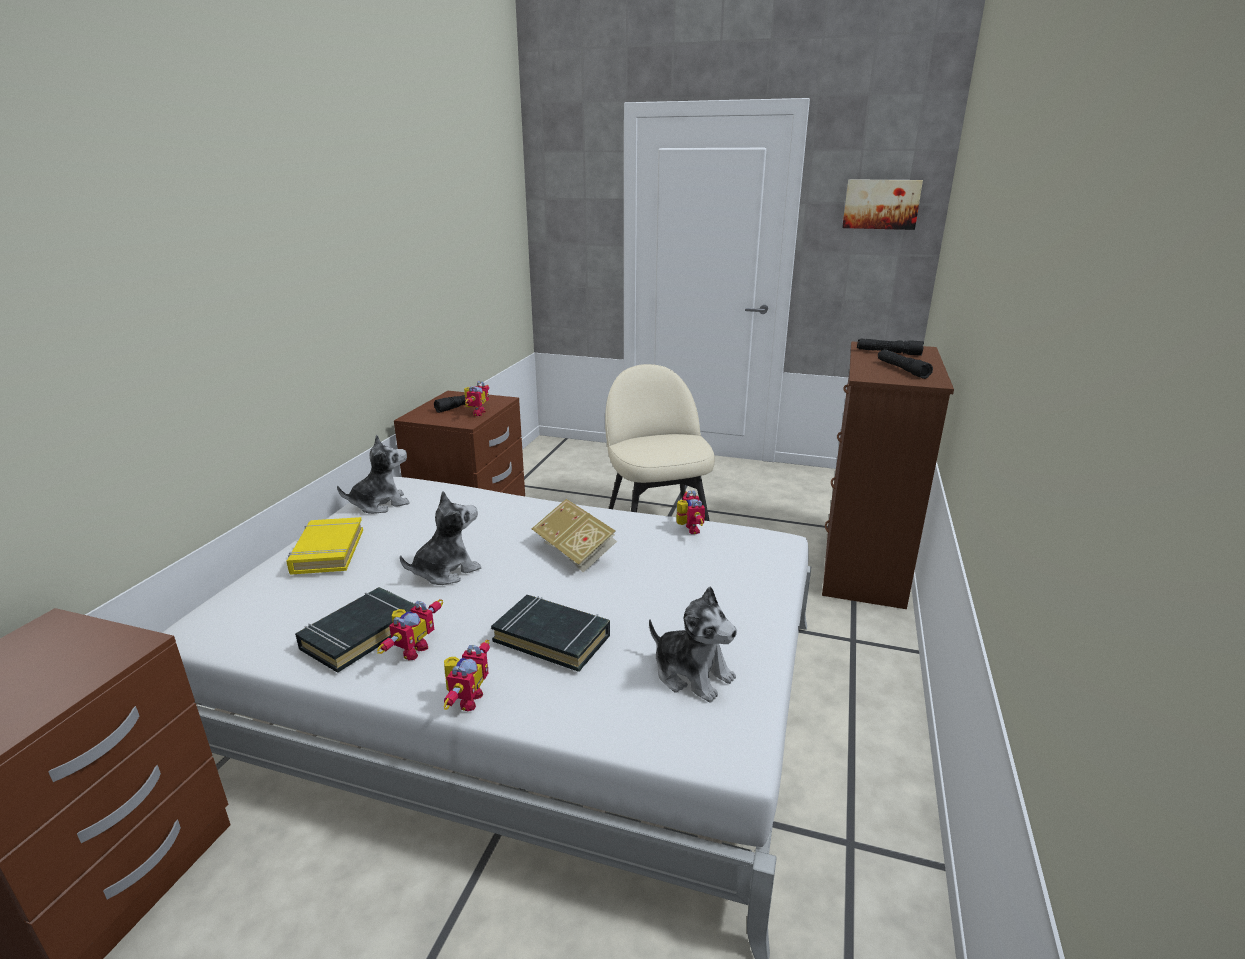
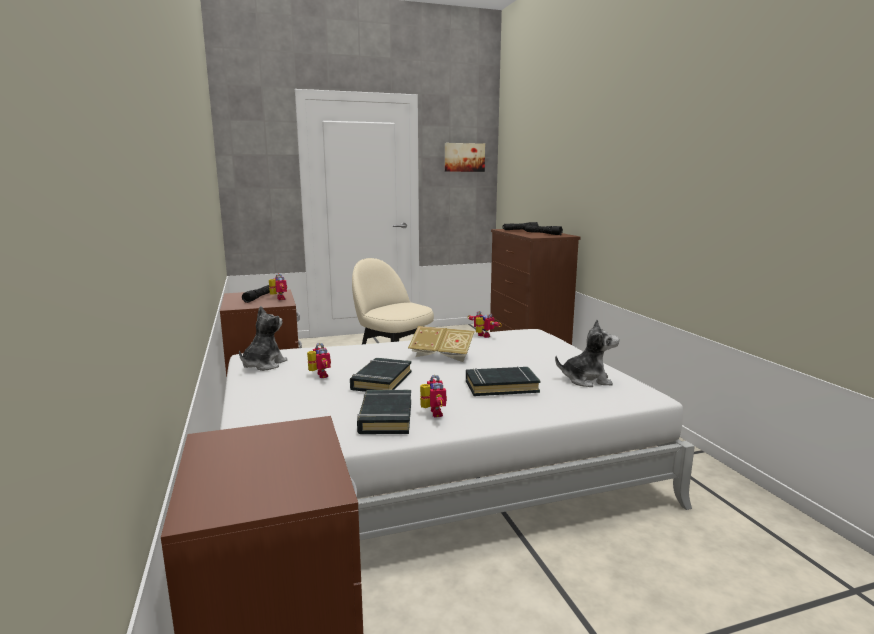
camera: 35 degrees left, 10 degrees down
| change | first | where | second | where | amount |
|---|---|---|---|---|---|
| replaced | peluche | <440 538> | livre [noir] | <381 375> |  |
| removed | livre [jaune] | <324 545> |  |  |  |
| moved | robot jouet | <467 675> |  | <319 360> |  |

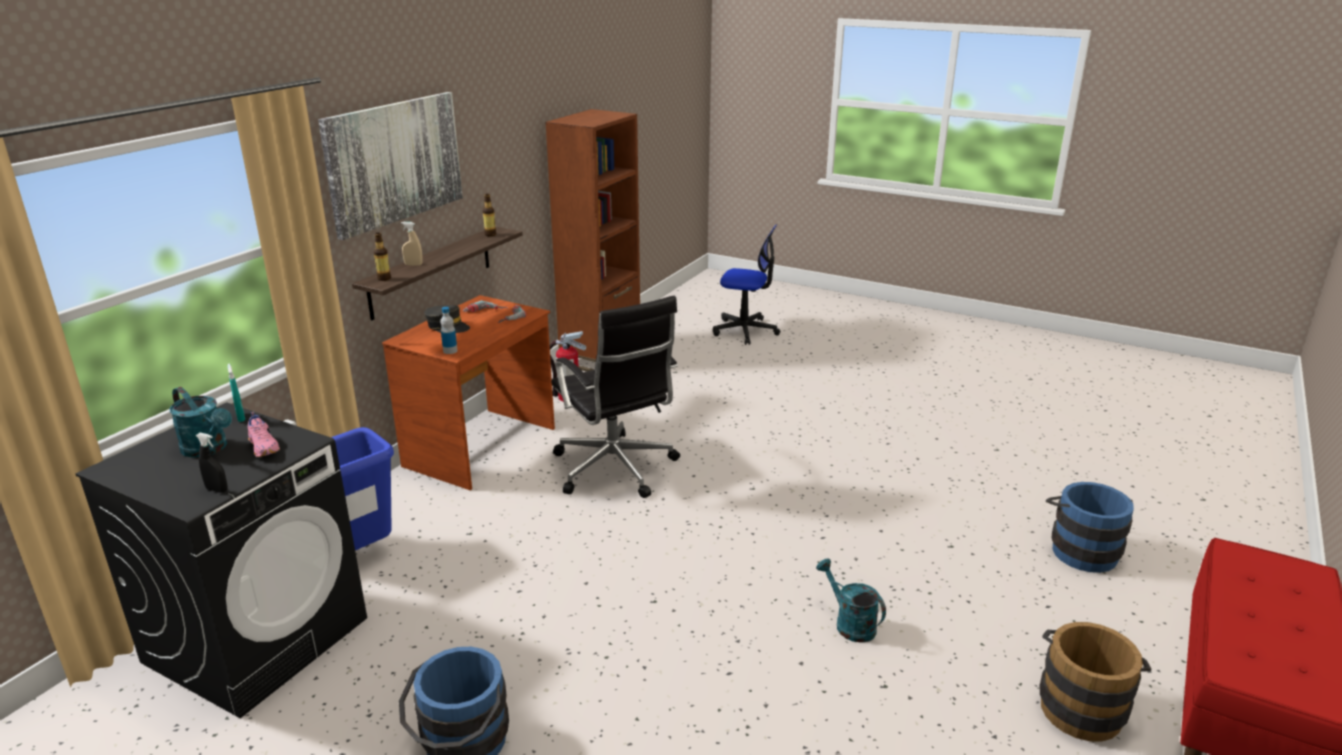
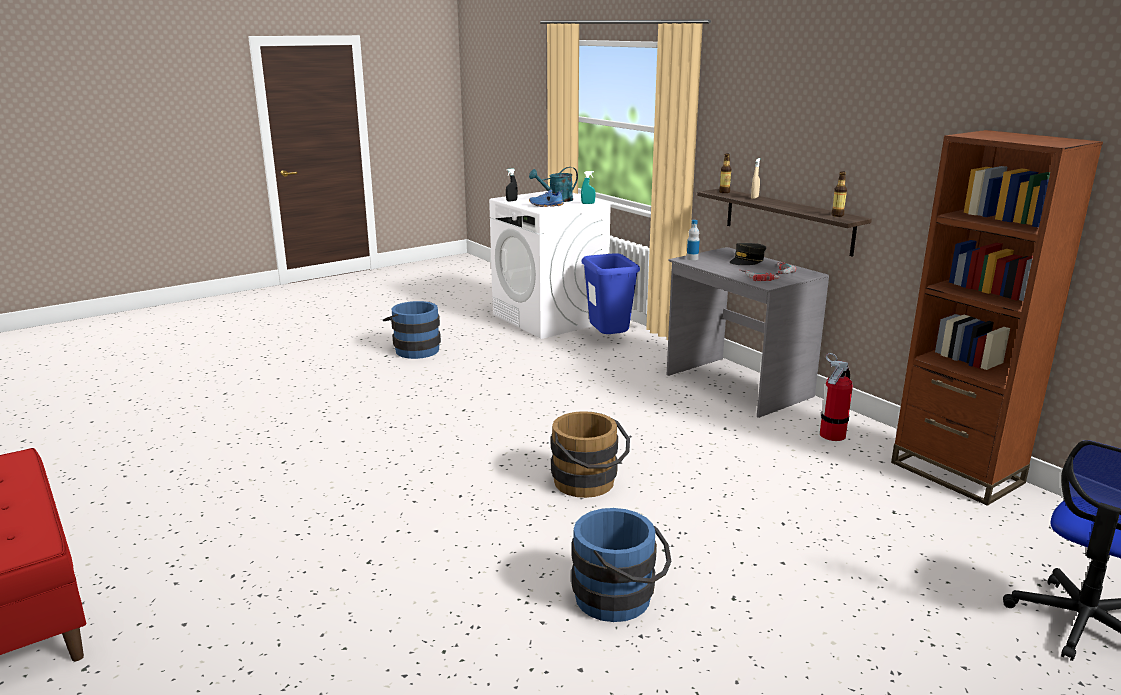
camera: 115 degrees right, 5 degrees down
| change | first | where | second | where | amount |
|---|---|---|---|---|---|
| removed | tableau | <390 166> |  |  |  |
| recoloured | bureau [marron] | <468 392> | bureau [gris] | <748 332> |  |
| removed | chaise de bureau [noir] | <615 397> |  |  |  |
| recoloured | lave-linge [noir] | <221 560> | lave-linge [blanc] | <551 265> |  |
| recoloured | chaussure [rose] | <264 434> | chaussure [bleu] | <546 198> |  |
| moved | seau [bleu] | <1090 527> |  | <621 565> |  |
| removed | arrosoir [turquoise] | <851 601> |  |  |  |
| moved | seau [marron] | <1096 682> |  | <590 454> |  |

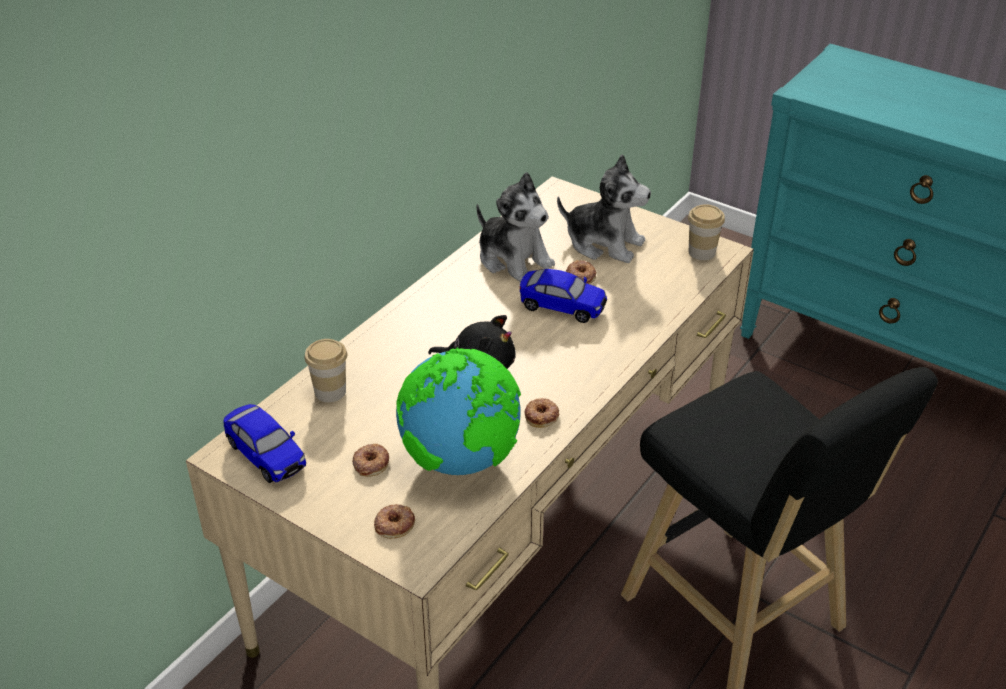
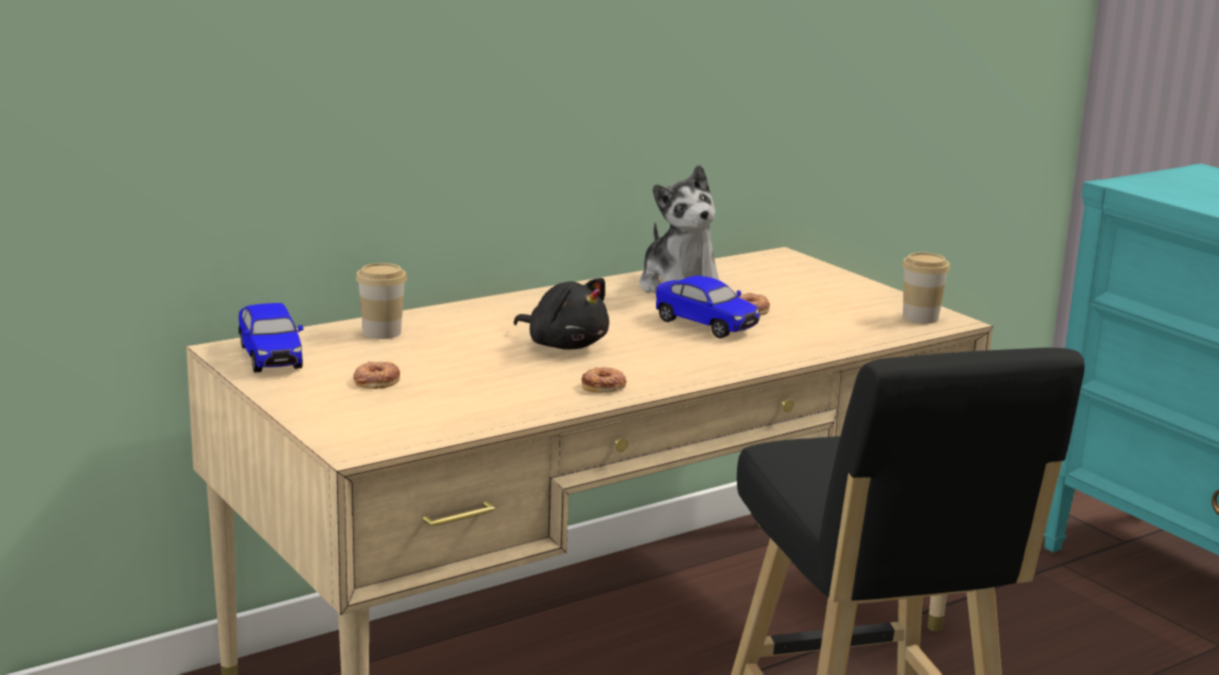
camera: 20 degrees right, 20 degrees down
| change | first | where | second | where | amount |
|---|---|---|---|---|---|
| removed | peluche | <604 208> |  |  |  |
| removed | globe | <458 411> |  |  |  |
| removed | beignet | <394 521> |  |  |  |

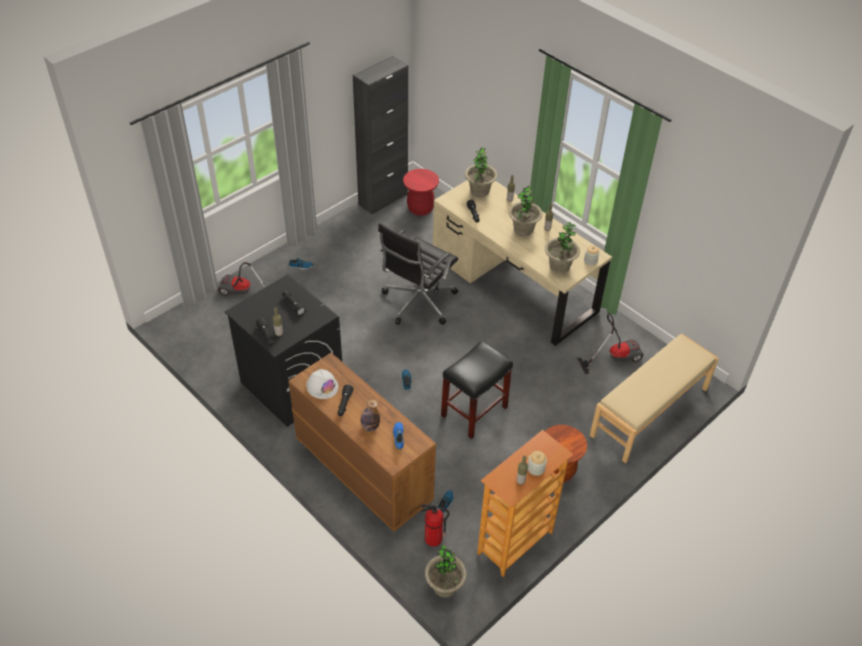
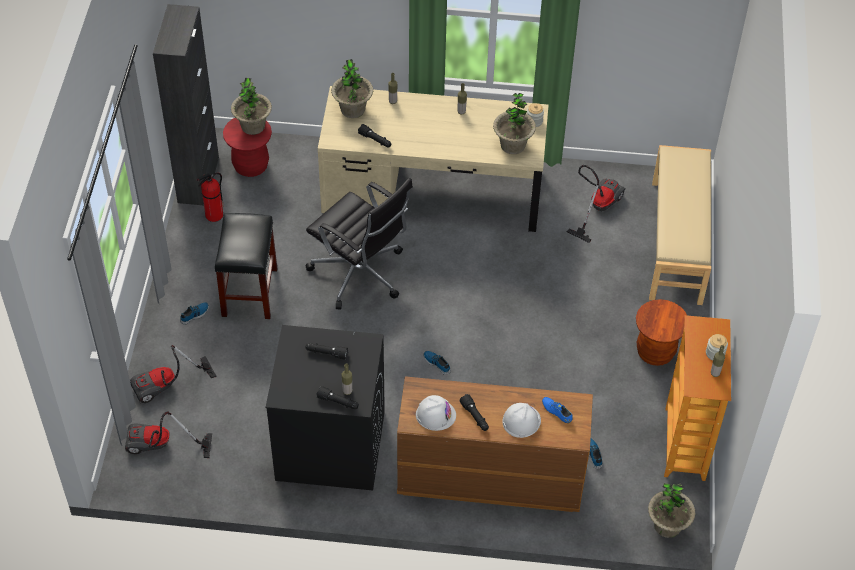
camera: 40 degrees left, 5 degrees up
| change | first | where | second | where | amount |
|---|---|---|---|---|---|
| moved | plante en pot | <526 210> |  | <251 106> |  |
| turned | chaise de bureau [noir] | <418 274> |  | <359 244> | 45 degrees counterclockwise |
| moved | tabouret [noir] | <477 389> |  | <246 266> |  |
| replaced | bouteille | <370 415> | casque de chantier [blanc] | <522 420> |  |
| moved | extincteur | <435 525> |  | <210 197> |  |
| added |  |  | aspirateur | <168 435> |  |

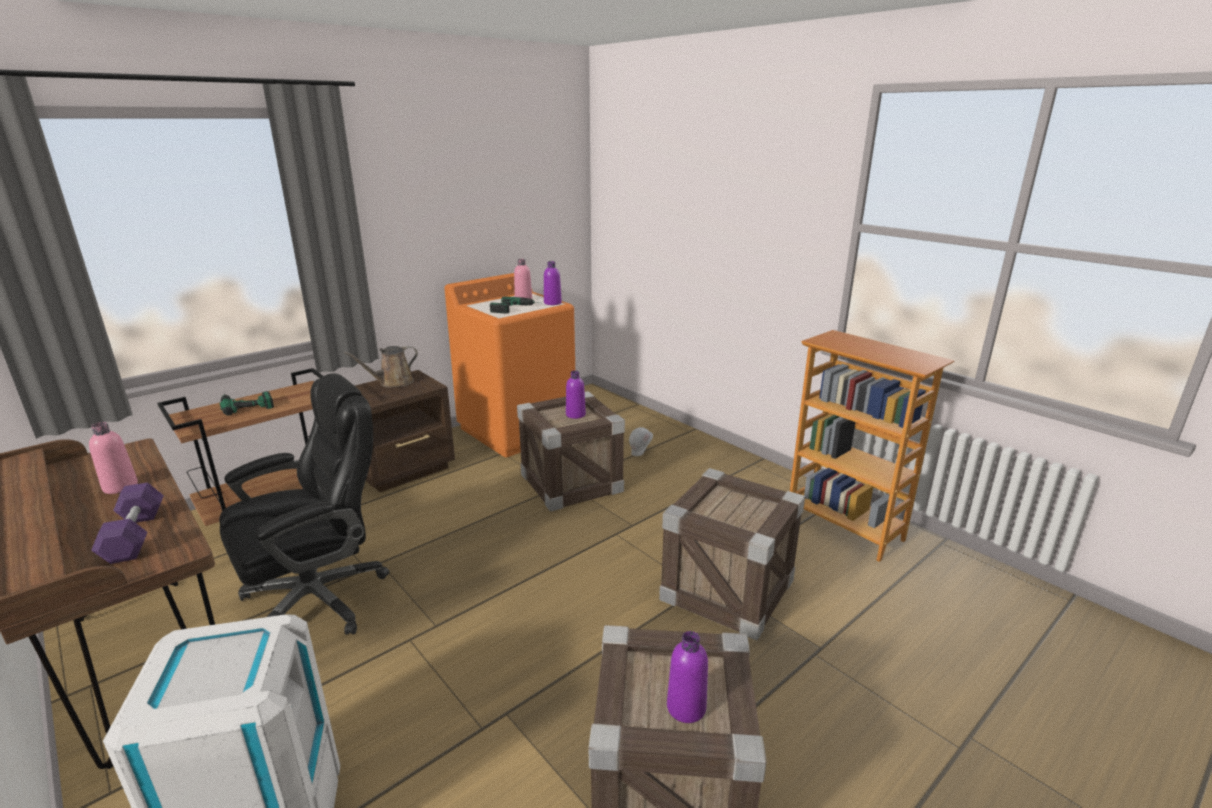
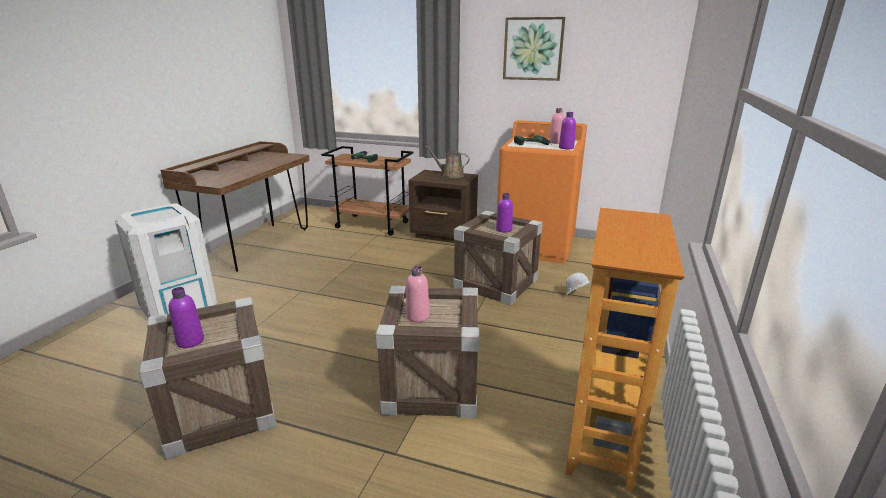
camera: 60 degrees right, 0 degrees up
| change | first | where | second | where | amount |
|---|---|---|---|---|---|
| removed | chaise de bureau [noir] | <304 504> |  |  |  |
| moved | bouteille [rose] | <113 458> |  | <417 294> |  |
| removed | haltère [violet] | <127 523> |  |  |  |
| added |  |  | tableau | <534 49> |  |

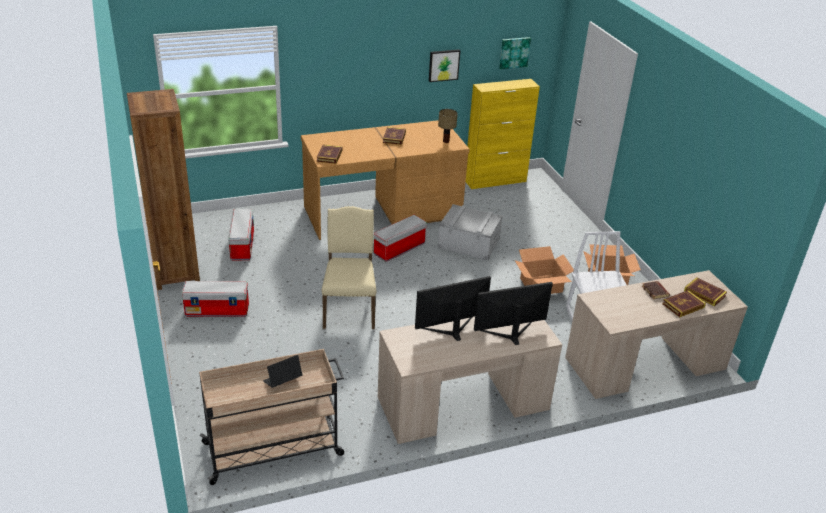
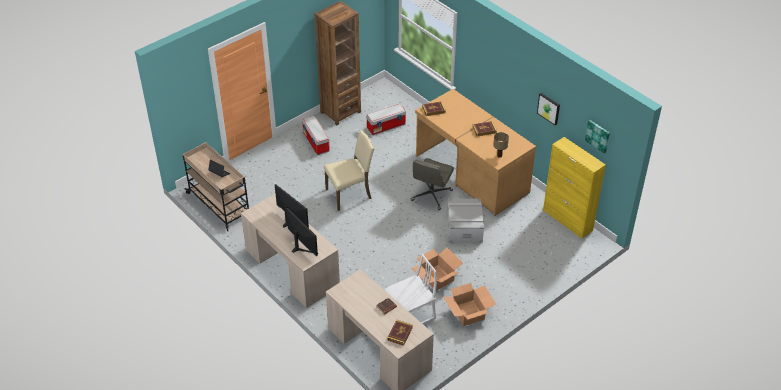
camera: 70 degrees right, 10 degrees up
| change | first | where | second | where | amount |
|---|---|---|---|---|---|
| replaced | boîte de rangement | <400 238> | chaise de bureau [gris] | <432 184> |  |
| removed | livre | <684 303> |  |  |  |

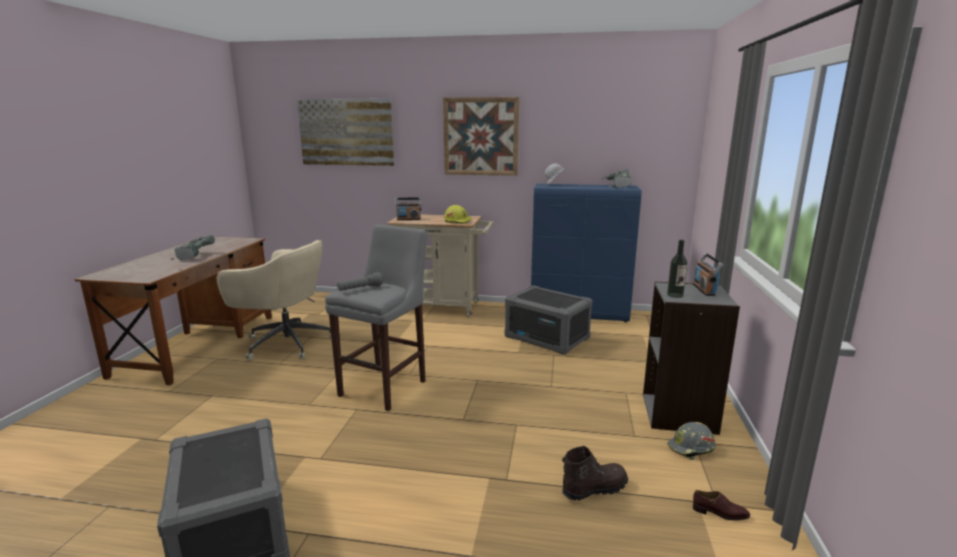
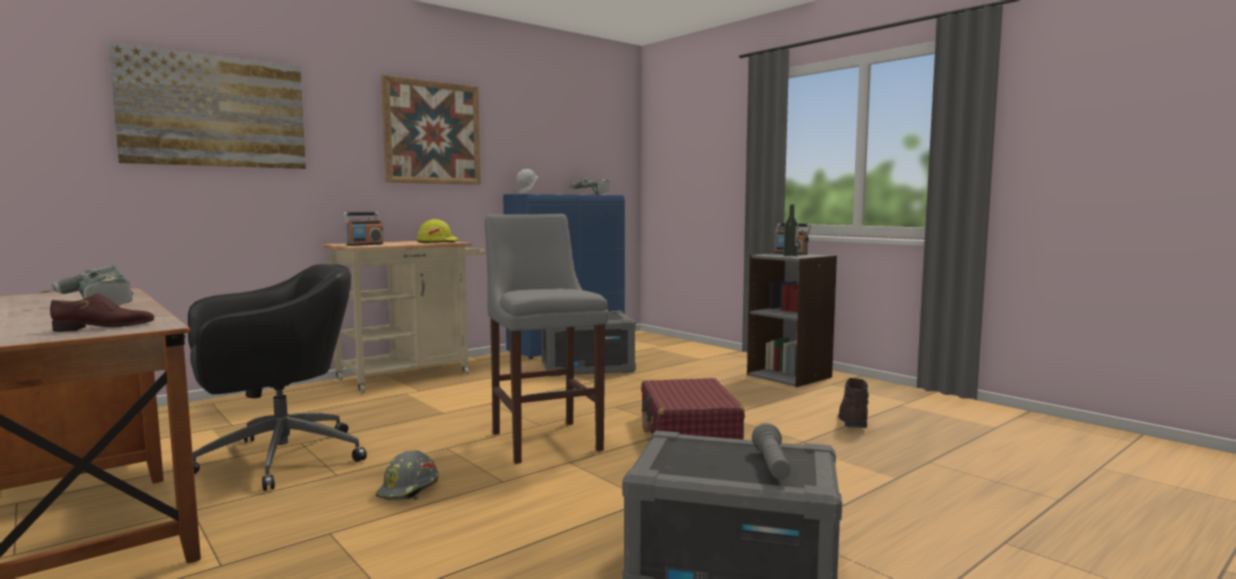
camera: 50 degrees left, 10 degrees down
| change | first | where | second | where | amount |
|---|---|---|---|---|---|
| recoloured | chaise de bureau [beige] | <274 300> | chaise de bureau [noir] | <277 377> |  |
| moved | lampe de poche [gris] | <360 281> |  | <771 451> |  |
| moved | casque de chantier [gris] | <691 441> |  | <407 475> |  |
| moved | chaussure [marron] | <721 505> |  | <102 312> |  |
| added |  |  | valise [rouge] | <693 409> |  |

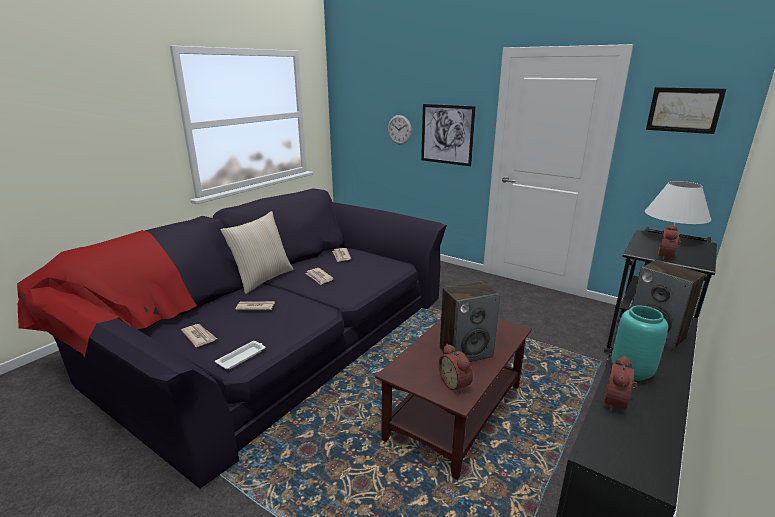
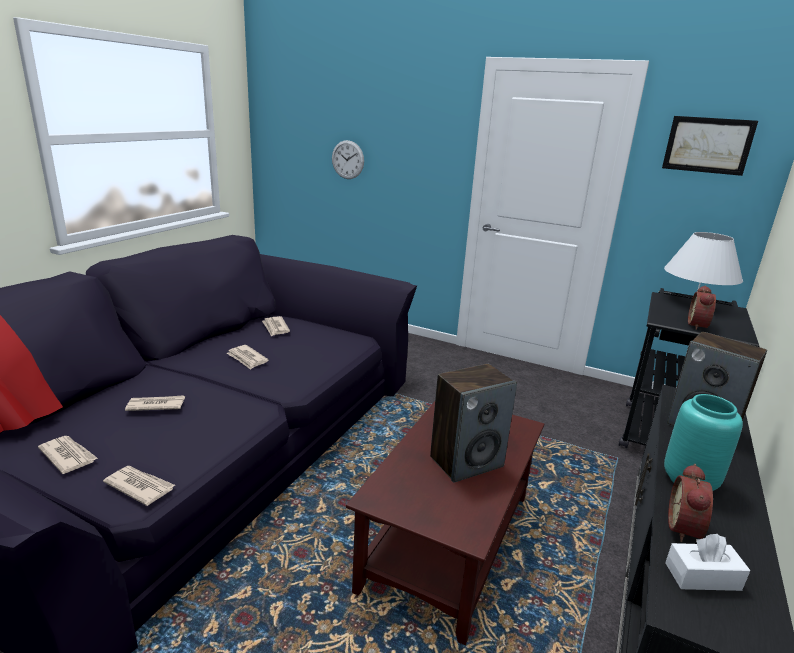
camera: 10 degrees left, 0 degrees up
| change | first | where | second | where | amount |
|---|---|---|---|---|---|
| removed | tableau | <448 135> |  |  |  |
| removed | coussin [beige] | <257 252> |  |  |  |
| replaced | plateau [blanc] | <240 355> | journal | <139 486> |  |
| removed | réveil | <456 369> |  |  |  |
| added |  |  | boîte à mouchoirs [blanc] | <708 562> |  |

